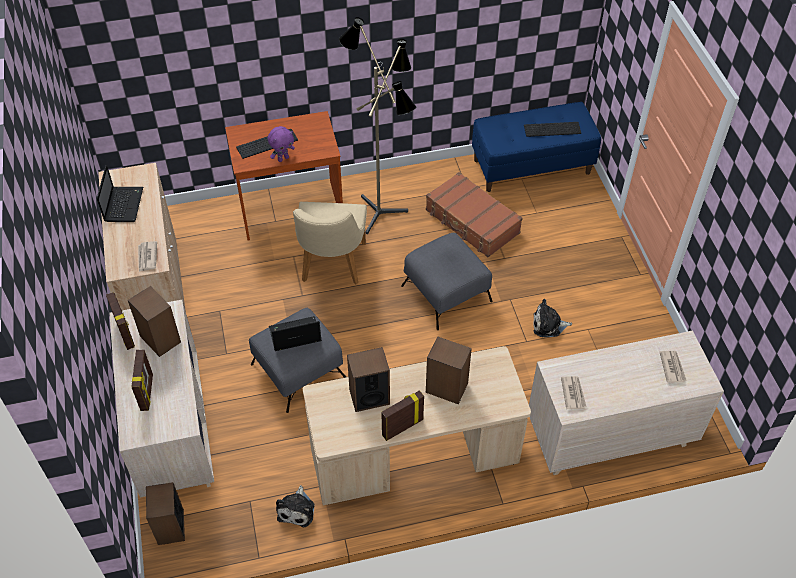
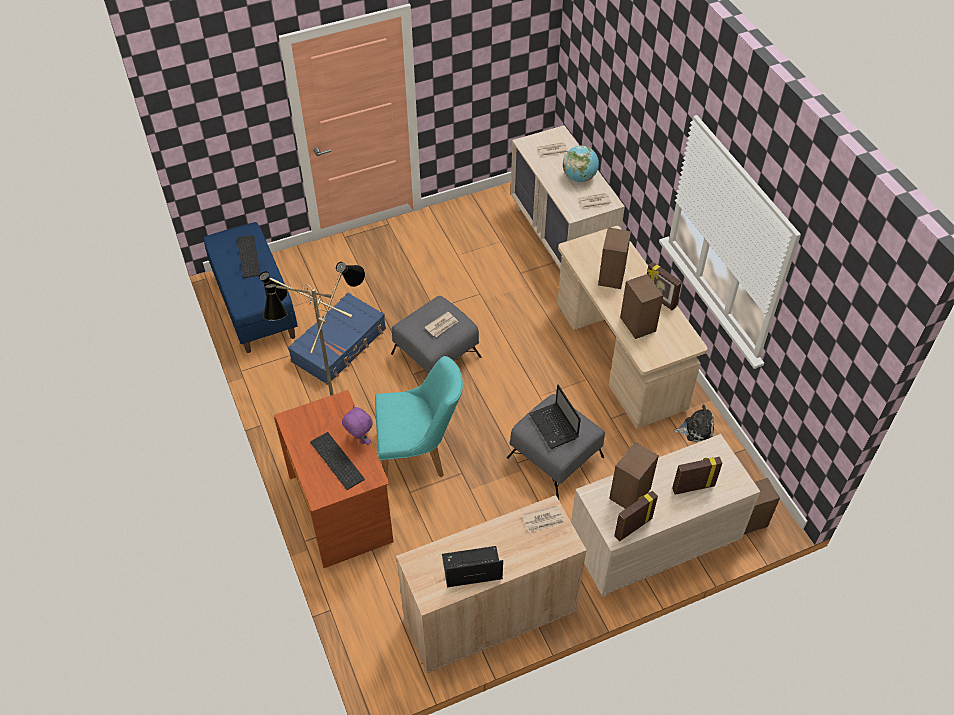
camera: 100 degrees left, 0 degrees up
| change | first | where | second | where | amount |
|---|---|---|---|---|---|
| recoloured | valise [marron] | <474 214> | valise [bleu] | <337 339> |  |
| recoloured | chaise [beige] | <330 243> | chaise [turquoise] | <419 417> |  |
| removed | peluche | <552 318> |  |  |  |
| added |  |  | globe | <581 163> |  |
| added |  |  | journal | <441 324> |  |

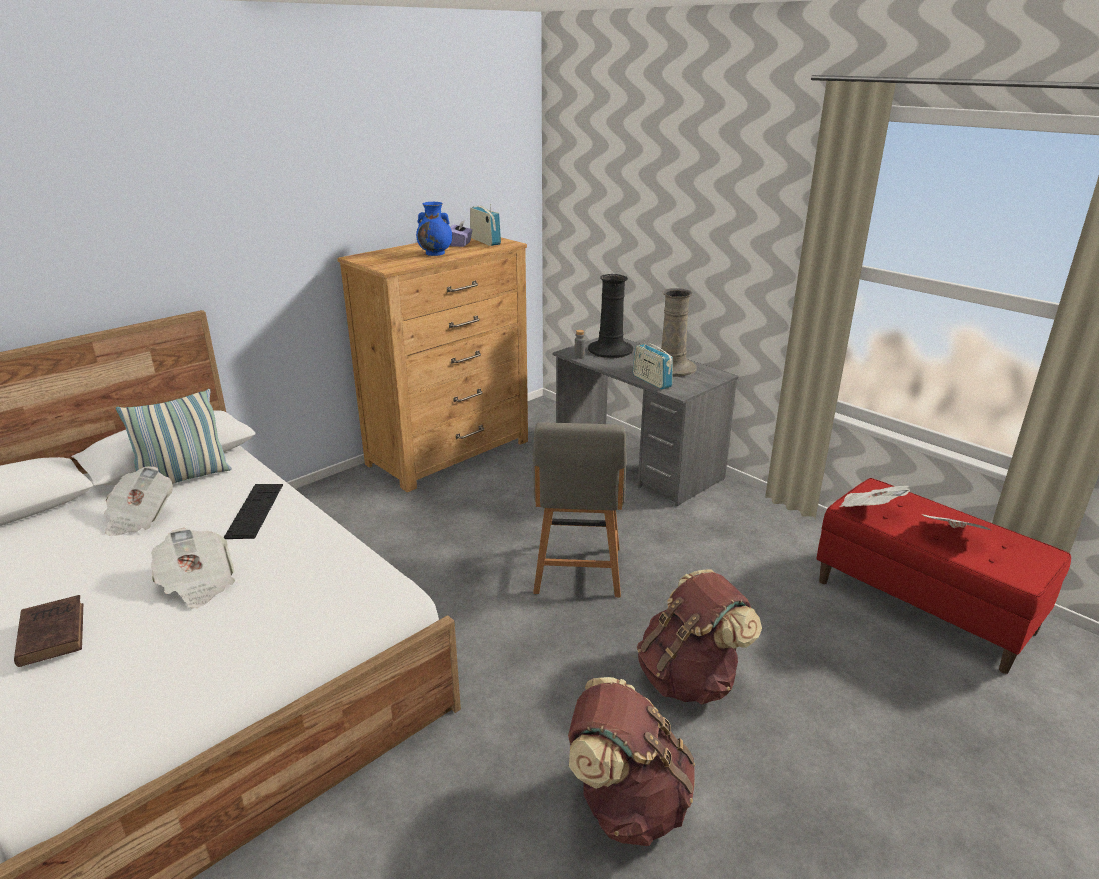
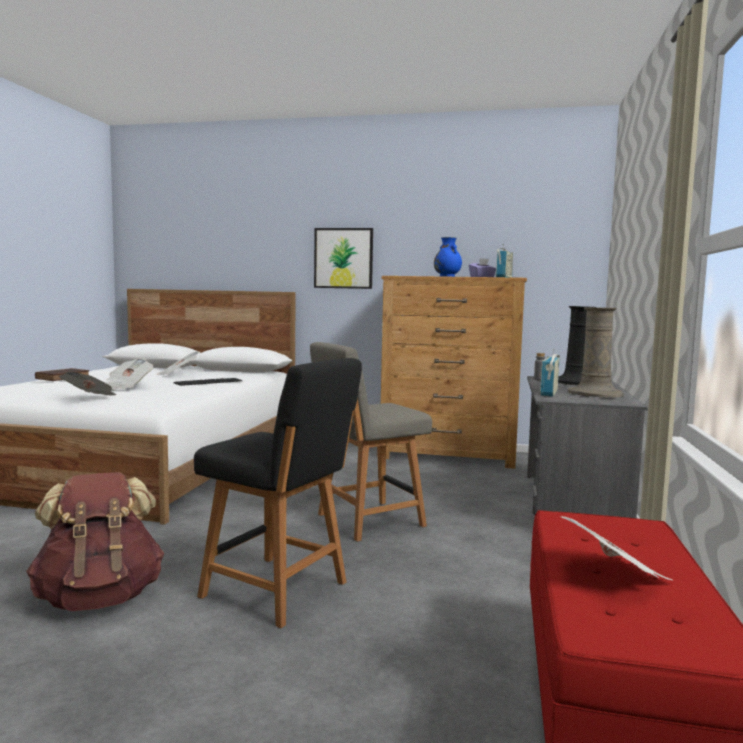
camera: 55 degrees right, 20 degrees down
| change | first | where | second | where | amount |
|---|---|---|---|---|---|
| removed | coussin | <174 436> |  |  |  |
| moved | journal | <874 496> |  | <88 383> |  |
| replaced | sac à dos [marron] | <699 637> | chaise [noir] | <278 493> |  |
| added |  |  | tableau | <343 258> |  |

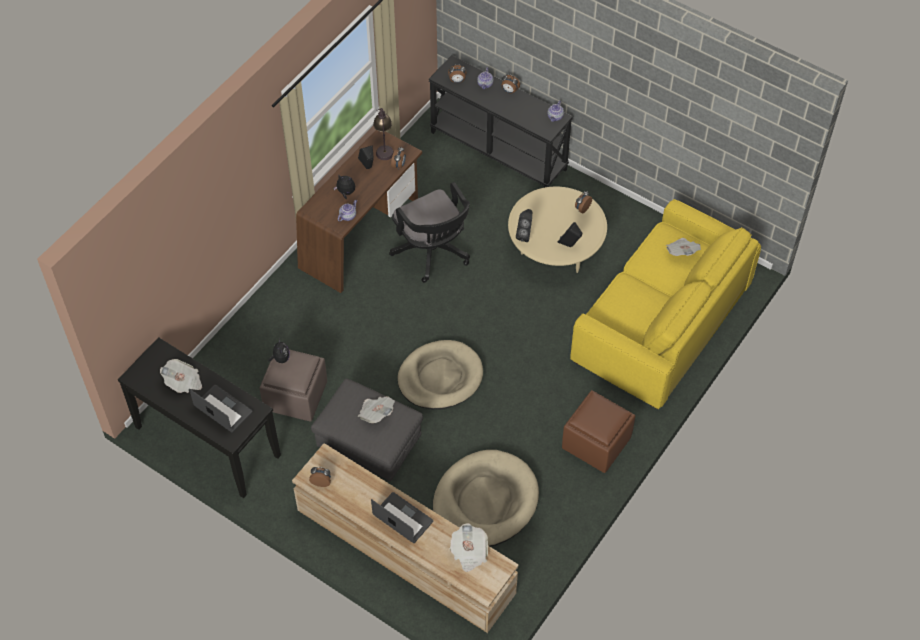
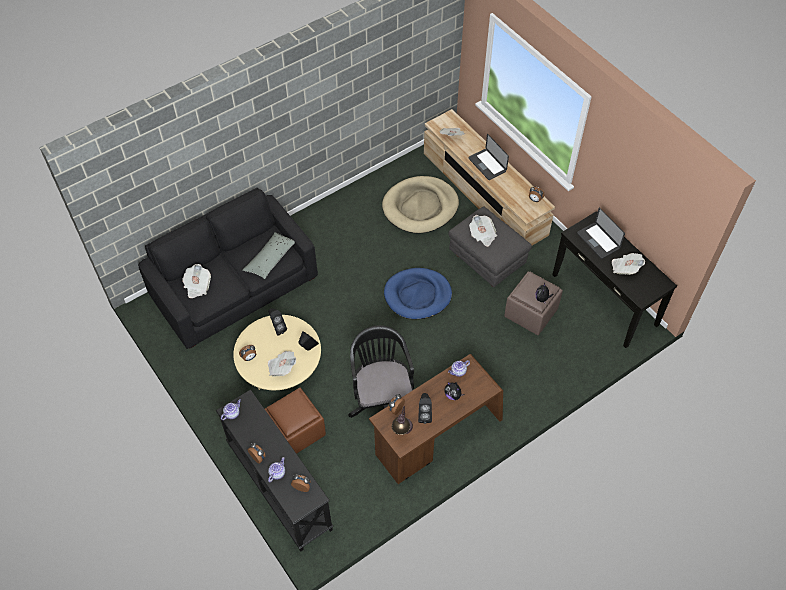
camera: 160 degrees left, 0 degrees up
| change | first | where | second | where | amount |
|---|---|---|---|---|---|
| recoloured | canapé [jaune] | <665 304> | canapé [noir] | <228 268> |  |
| recoloured | panier pour chien [beige] | <440 374> | panier pour chien [bleu] | <418 293> |  |
| moved | pouf [marron] | <598 431> |  | <295 421> |  |
| added |  |  | coussin [gris] | <269 255> |  |
| added |  |  | journal | <282 364> |  |

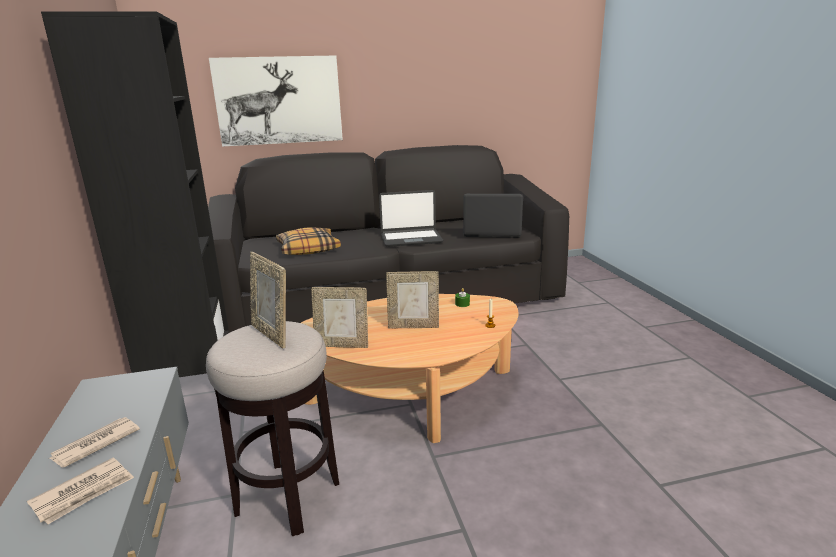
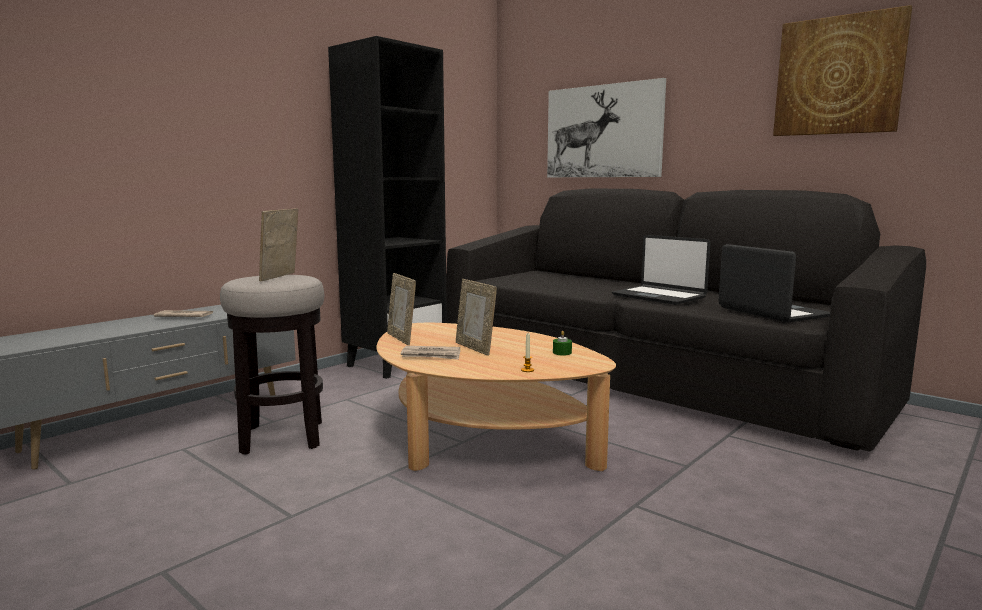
camera: 55 degrees right, 10 degrees down
| change | first | where | second | where | amount |
|---|---|---|---|---|---|
| removed | coussin | <308 241> |  |  |  |
| moved | journal | <80 491> |  | <430 353> |  |
| added |  |  | tableau | <842 70> |  |

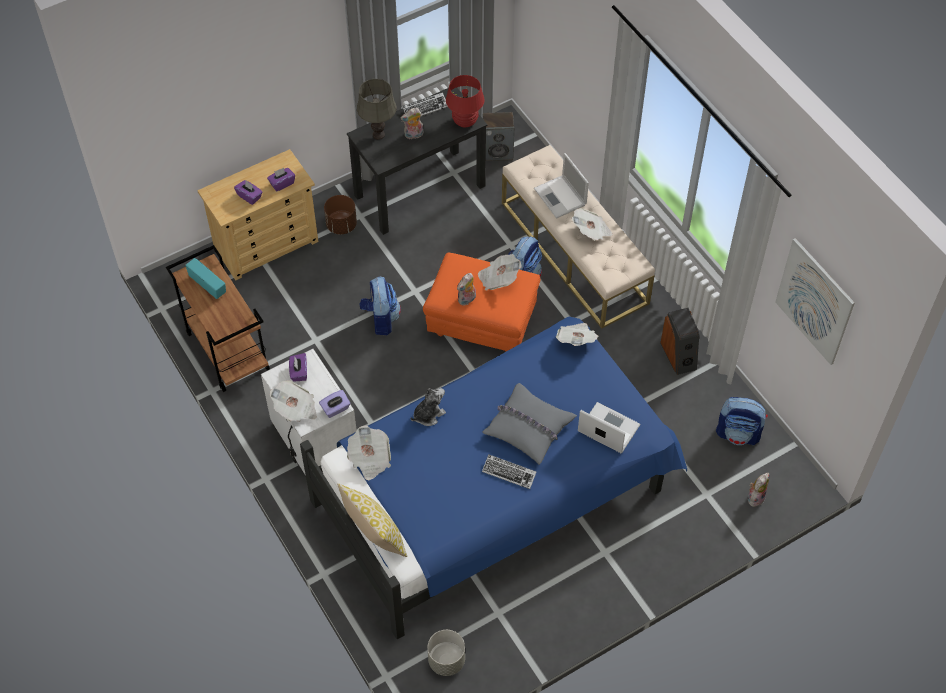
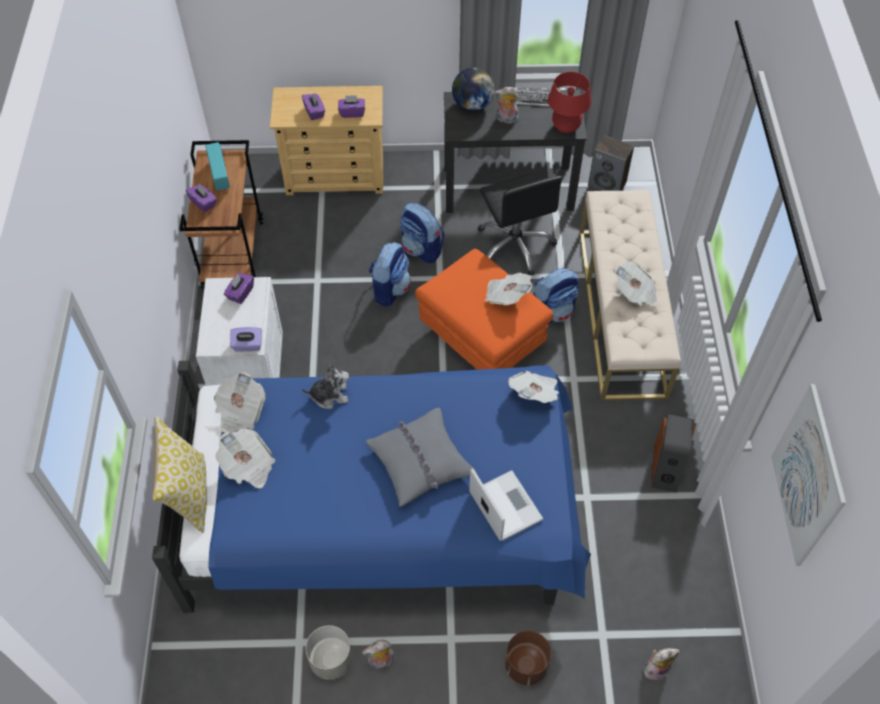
camera: 30 degrees right, 0 degrees up
| change | first | where | second | where | amount |
|---|---|---|---|---|---|
| replaced | lampe de table [gris] | <377 109> | globe | <473 89> |  |
| removed | ordinateur portable | <561 186> |  |  |  |
| moved | cache-pot [marron] | <340 214> |  | <528 658> |  |
| moved | peluche | <466 289> |  | <378 654> |  |
| moved | journal | <293 401> |  | <245 459> |  |
| moved | sac à dos | <742 421> |  | <422 232> |  |
| removed | clavier | <509 471> |  |  |  |
| moved | cache-pot [gris] | <446 653> |  | <329 652> |  |
| added |  |  | chaise de bureau [noir] | <520 224> |  |
| added |  |  | boîte à mouchoirs [violet] | <201 198> |  |

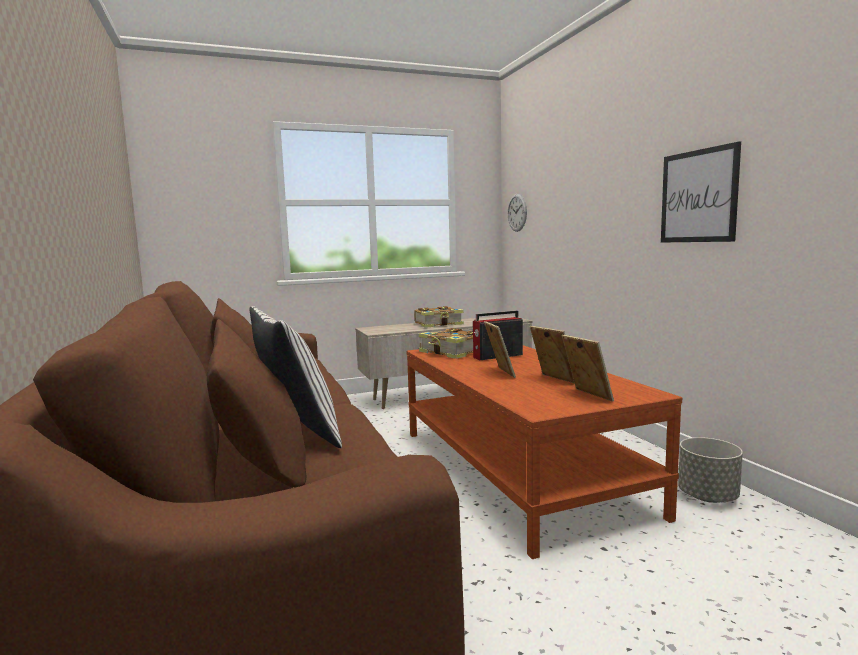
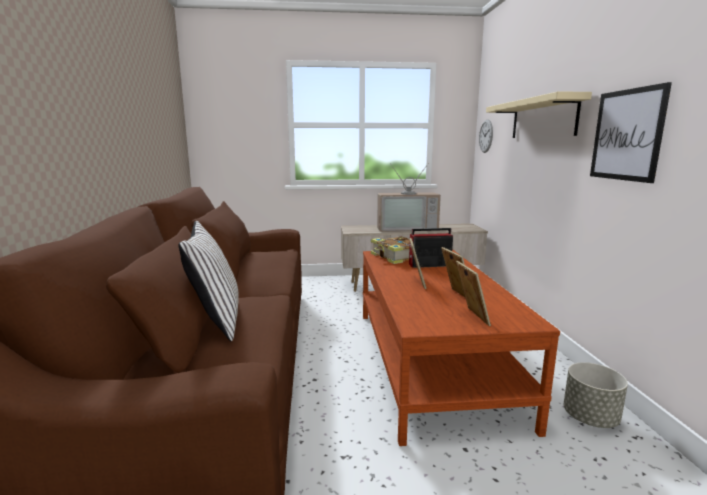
camera: 15 degrees right, 5 degrees up
| change | first | where | second | where | amount |
|---|---|---|---|---|---|
| replaced | livre | <439 317> | téléviseur | <409 197> |  |
| added |  |  | étagère [beige] | <539 114> |  |

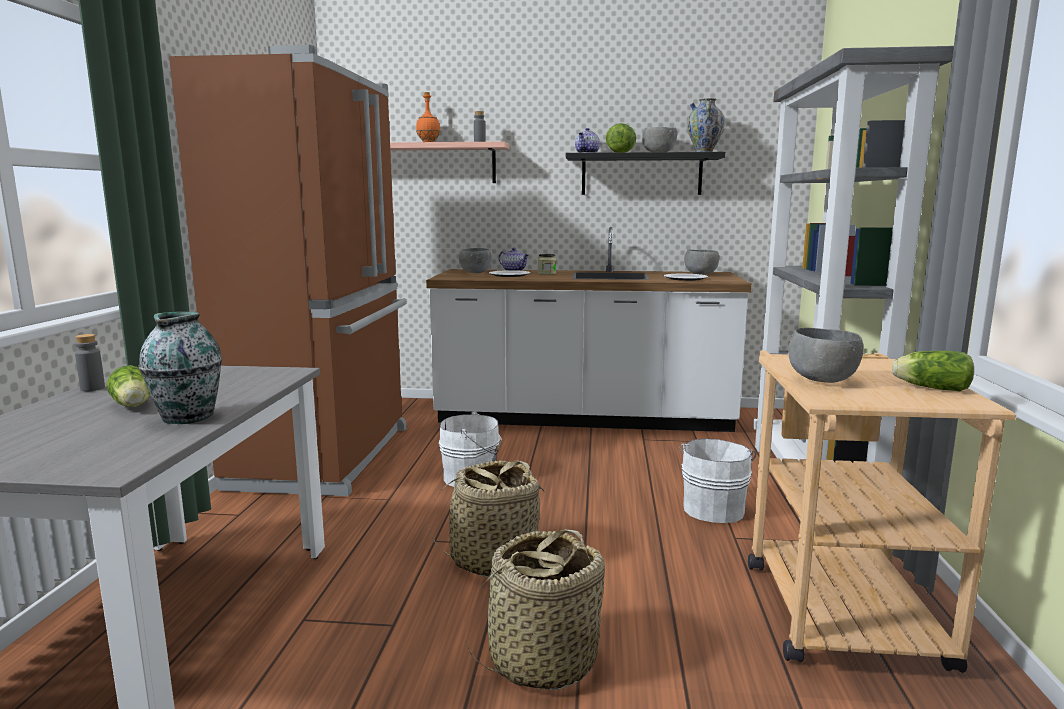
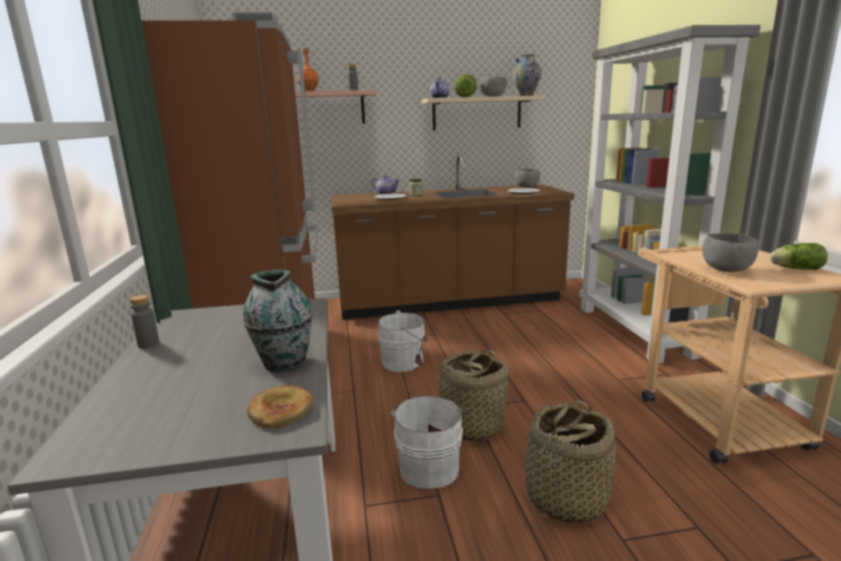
camera: 15 degrees left, 5 degrees up
| change | first | where | second | where | amount |
|---|---|---|---|---|---|
| recoloured | étagère [noir] | <646 173> | étagère [beige] | <482 113> |  |
| recoloured | comptoir de cuisine [blanc] | <589 329> | comptoir de cuisine [marron] | <452 237> |  |
| removed | bol [gris] | <475 260> |  |  |  |
| removed | laitue | <128 386> |  |  |  |
| moved | seau [blanc] | <718 481> |  | <428 442> |  |
| added |  |  | pain | <280 406> |  |

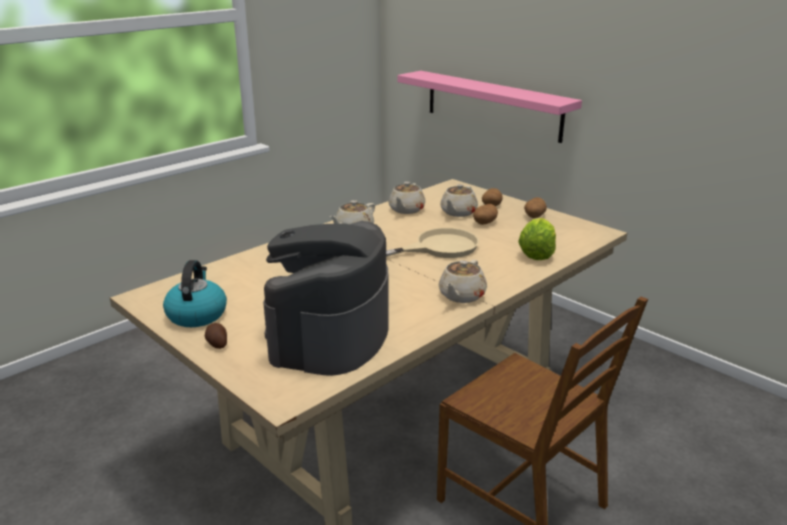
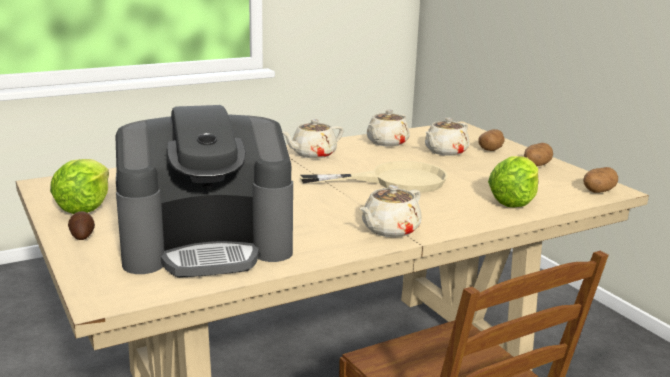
camera: 15 degrees right, 5 degrees down
| change | first | where | second | where | amount |
|---|---|---|---|---|---|
| removed | étagère [rose] | <489 107> |  |  |  |
| moved | pomme de terre | <485 214> |  | <600 180> |  |
| turned | machine à café | <326 298> |  | <204 191> | 135 degrees counterclockwise |
| replaced | bouilloire | <195 293> | laitue | <79 186> |  |

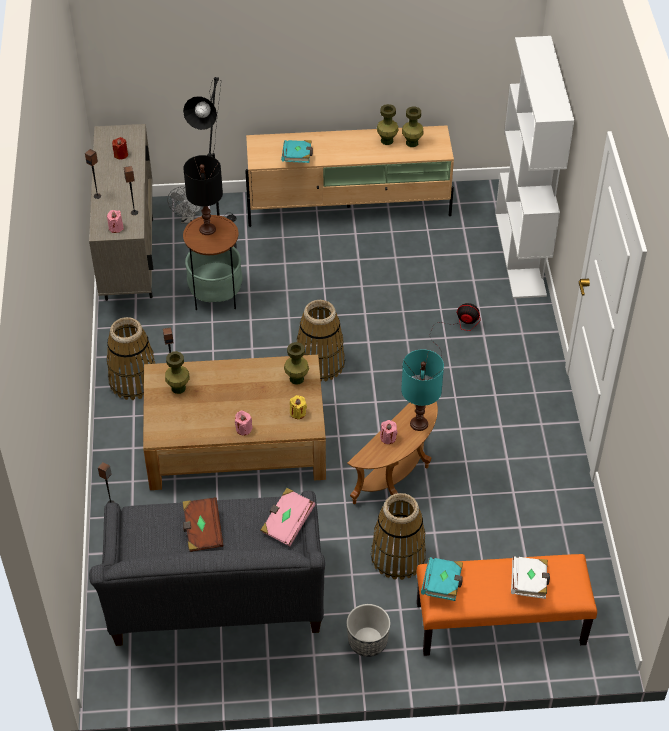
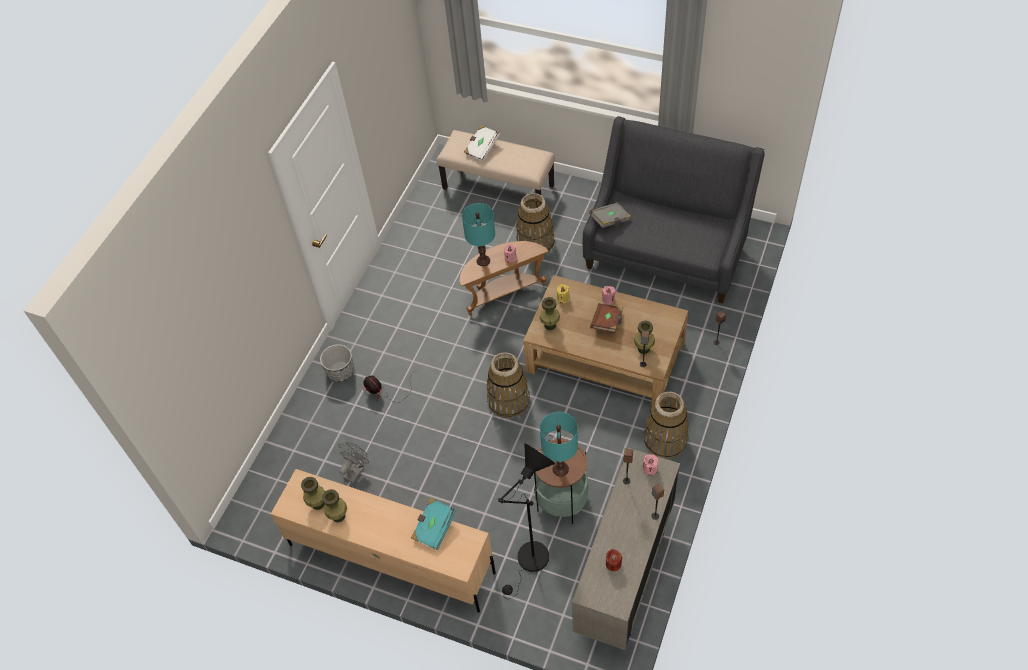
camera: 150 degrees left, 5 degrees up
| change | first | where | second | where | amount |
|---|---|---|---|---|---|
| removed | bibliothèque [blanc] | <534 167> |  |  |  |
| recoloured | lampe de table [noir] | <203 195> | lampe de table [turquoise] | <559 444> |  |
| moved | ventilateur [gris] | <185 205> |  | <354 462> |  |
| recoloured | livre [rose] | <288 517> | livre [gris] | <610 215> |  |
| moved | livre [marron] | <203 524> |  | <606 318> |  |
| recoloured | banc [orange] | <507 605> | banc [beige] | <495 169> |  |
| removed | livre [turquoise] | <442 579> |  |  |  |
| moved | cache-pot | <368 630> |  | <337 363> |  |

